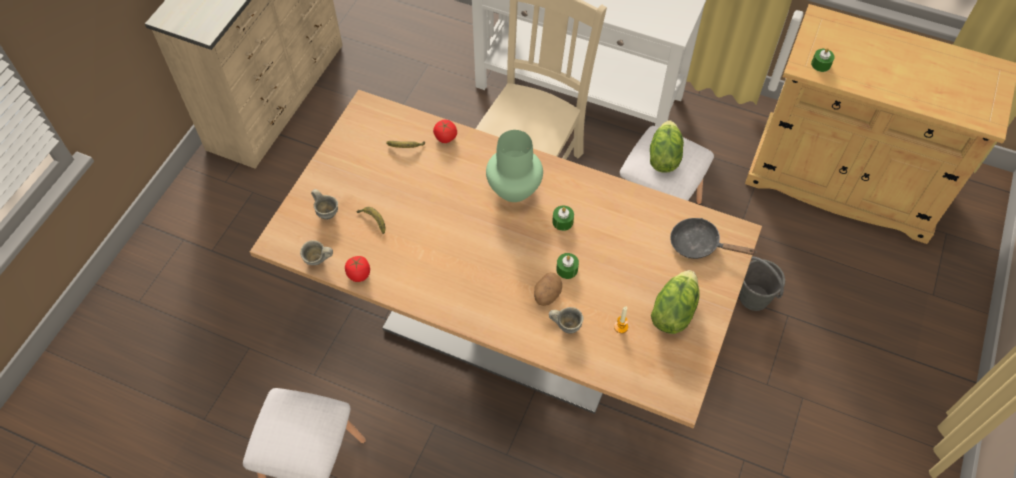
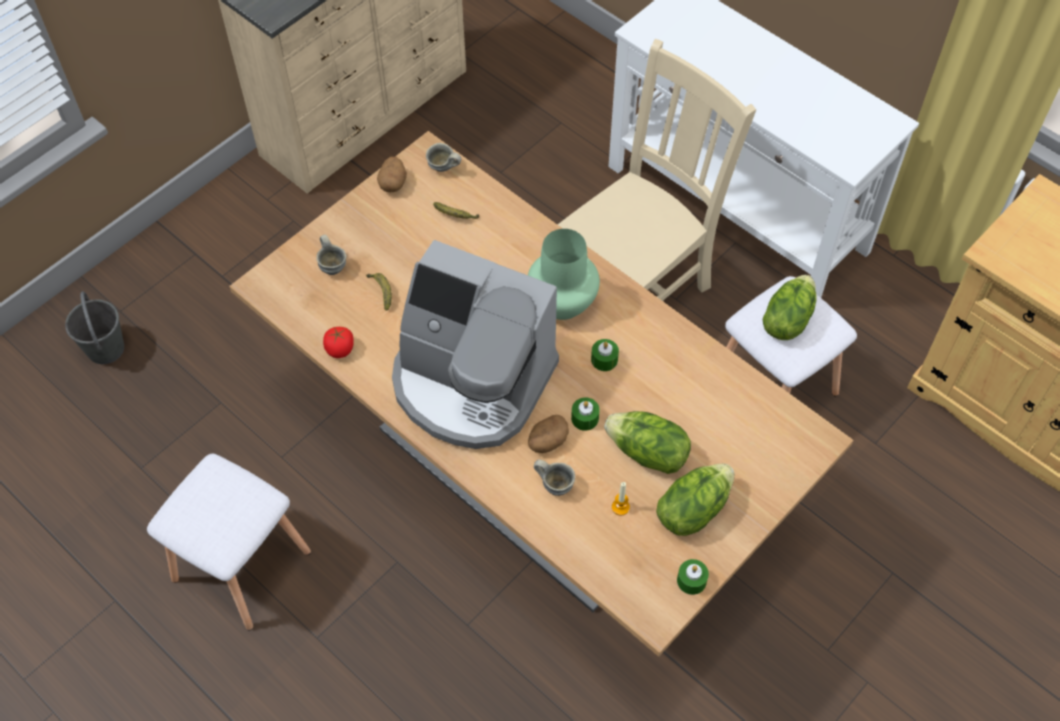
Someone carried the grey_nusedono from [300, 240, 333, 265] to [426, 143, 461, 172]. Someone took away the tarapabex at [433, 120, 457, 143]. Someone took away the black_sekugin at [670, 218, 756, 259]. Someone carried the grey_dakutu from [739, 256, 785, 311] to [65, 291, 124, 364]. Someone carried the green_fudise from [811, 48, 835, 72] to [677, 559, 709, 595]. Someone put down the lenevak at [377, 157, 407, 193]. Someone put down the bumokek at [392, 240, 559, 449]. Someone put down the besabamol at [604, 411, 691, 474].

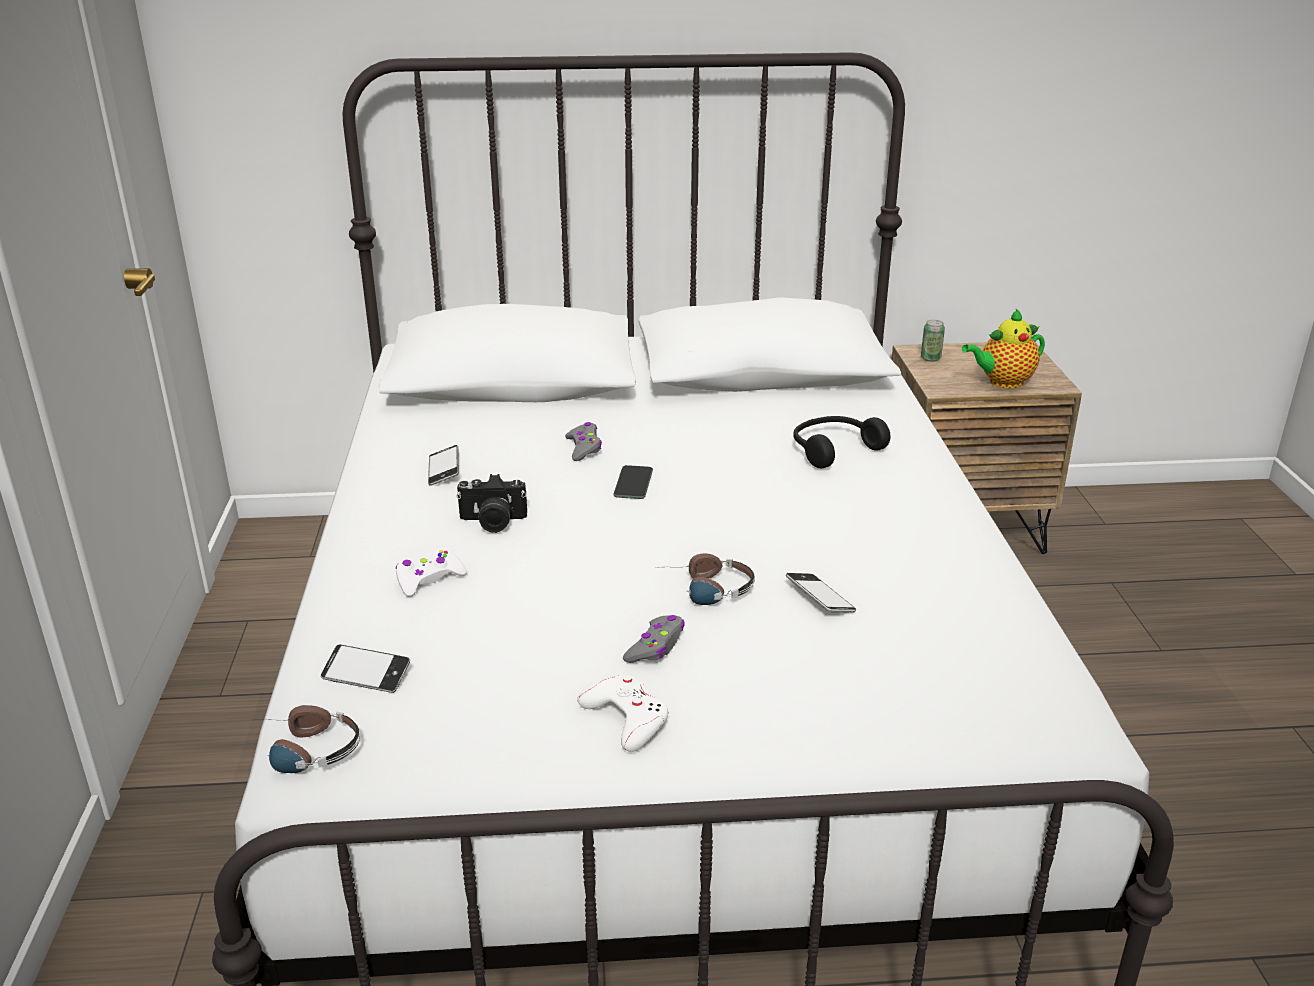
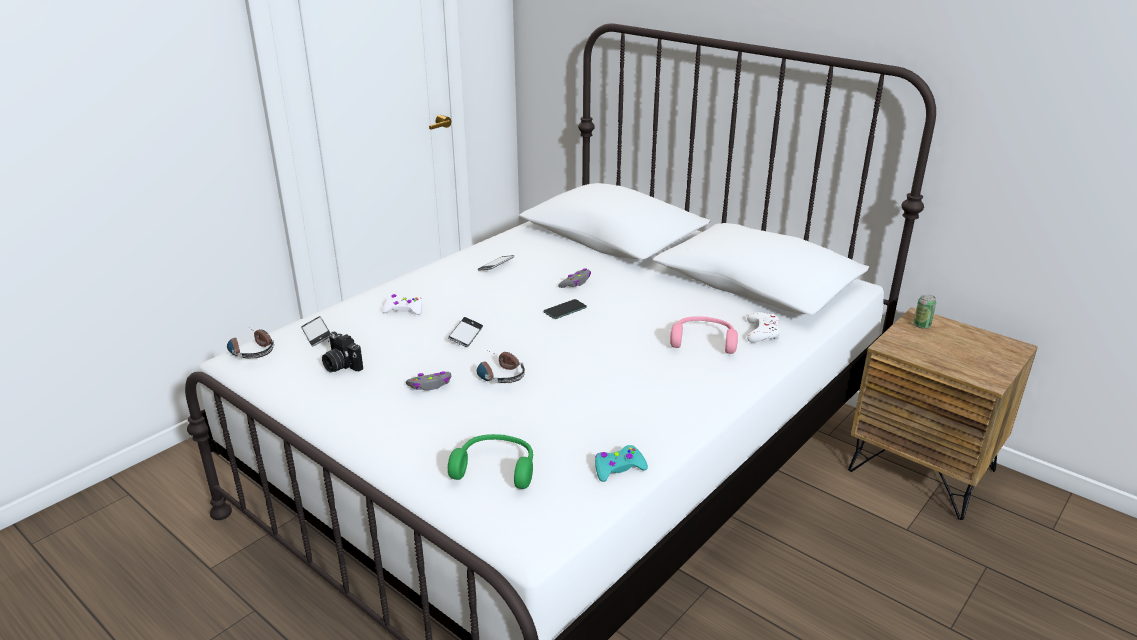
Someone carried the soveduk from [456, 474, 527, 533] to [322, 332, 363, 372]. Someone carried the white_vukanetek from [577, 675, 669, 752] to [747, 312, 780, 343]. Someone carried the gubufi from [786, 573, 856, 613] to [448, 317, 483, 347]. Someone repainted the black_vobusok at [793, 416, 891, 468], which became the pink_vobusok at [670, 317, 738, 354]. Someone took away the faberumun at [962, 309, 1045, 388]. Someone put down the green_vobusok at [448, 434, 533, 489]. Someone put down the turquoise_vukanetek at [595, 445, 648, 482].

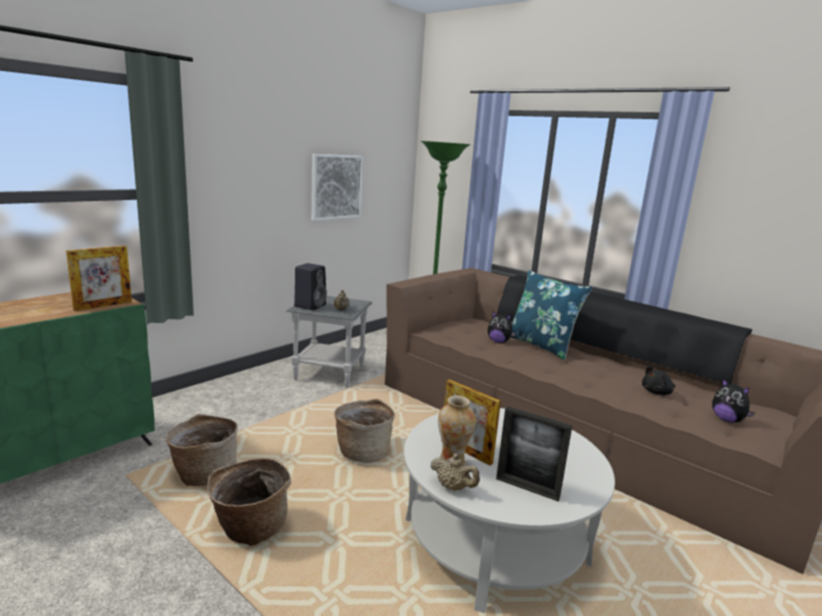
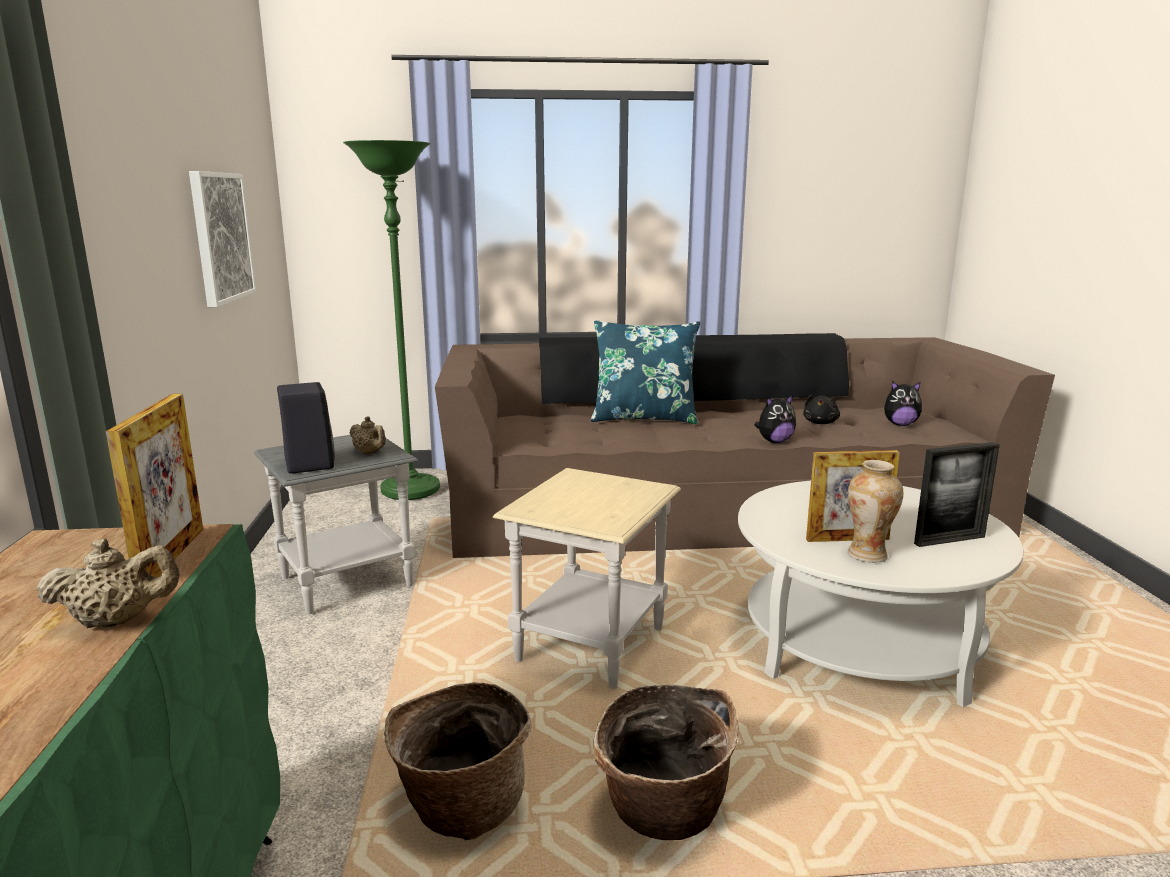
Someone swapped the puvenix at [334, 399, 395, 463] for the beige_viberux at [493, 468, 681, 689]. Someone carried the beige_faberumun from [430, 453, 480, 491] to [36, 538, 180, 628]. Someone carried the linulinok from [488, 311, 516, 343] to [755, 394, 796, 443].

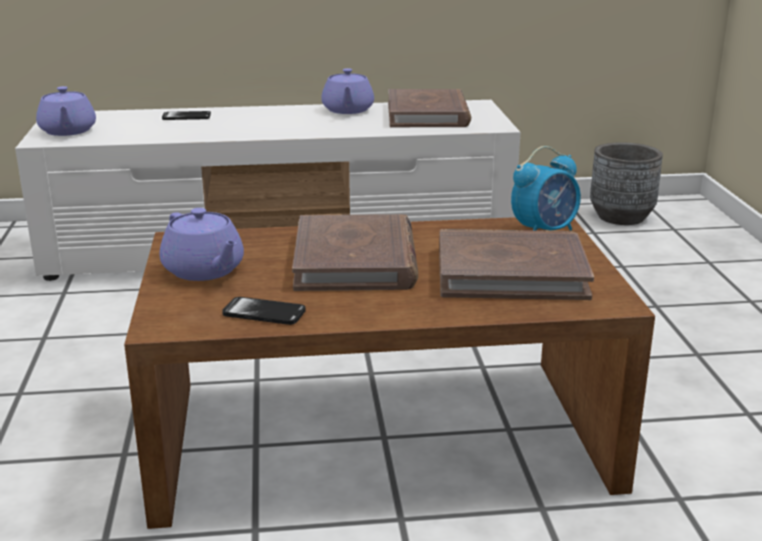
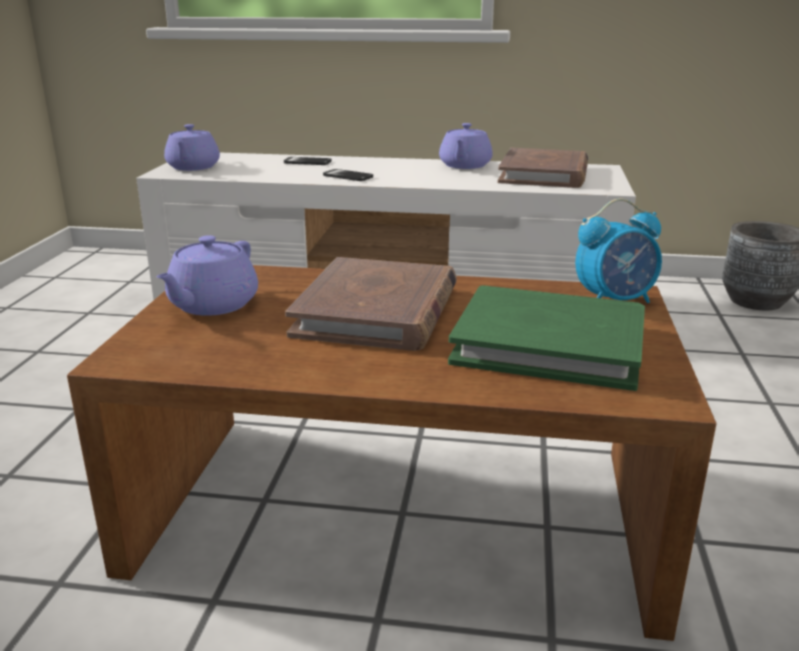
Someone rotated the purple_faberumun at [160, 208, 244, 281] by 45 degrees clockwise. Someone carried the gubufi from [222, 297, 306, 325] to [323, 169, 373, 181]. Someone repainted the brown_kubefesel at [439, 229, 594, 300], which became the green_kubefesel at [448, 285, 645, 391].

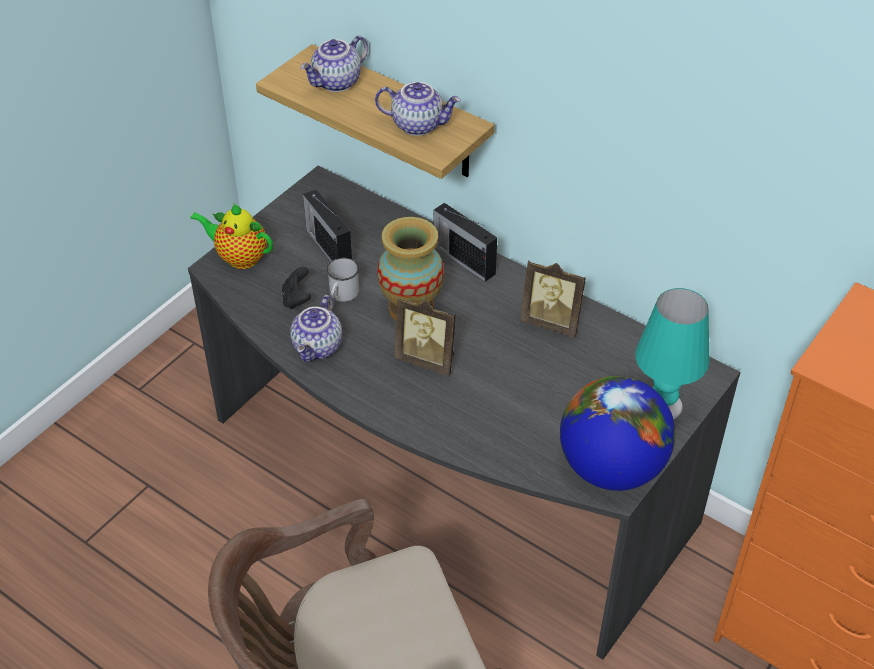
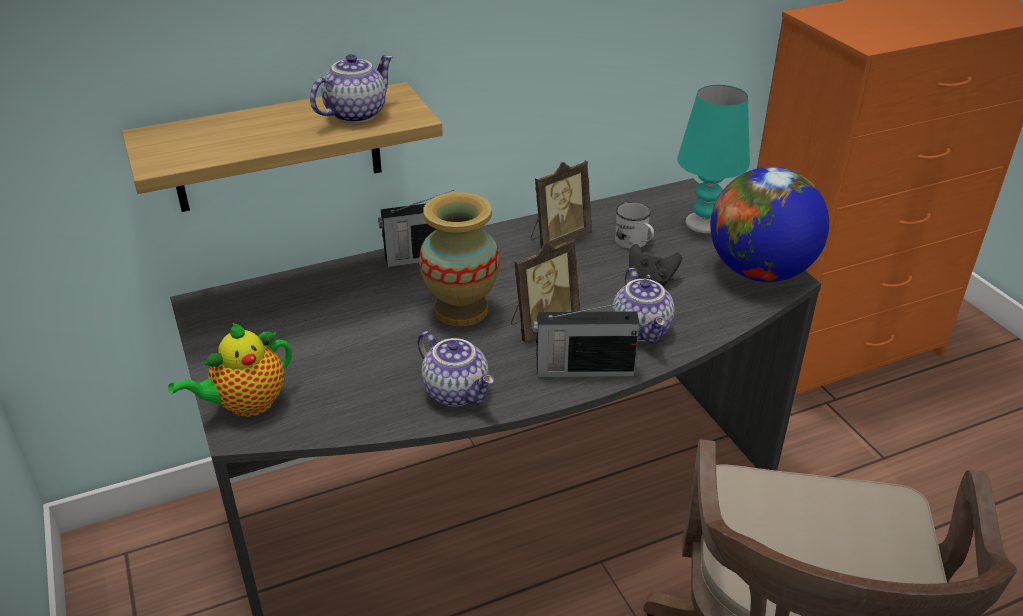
Someone carried the black_vukanetek from [282, 267, 311, 309] to [629, 244, 682, 286]. Someone carried the faberumun from [300, 36, 368, 92] to [612, 268, 675, 343]. Someone carried the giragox from [303, 189, 352, 262] to [533, 302, 640, 377]. Someone carried the white_nusedono from [326, 258, 359, 302] to [615, 202, 654, 249].

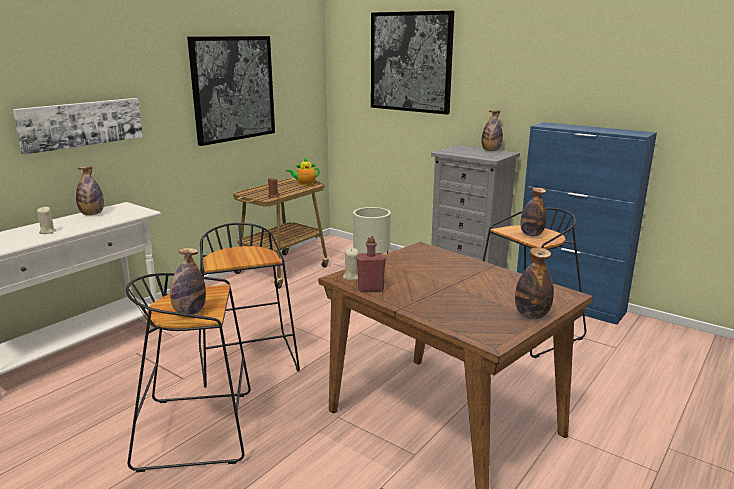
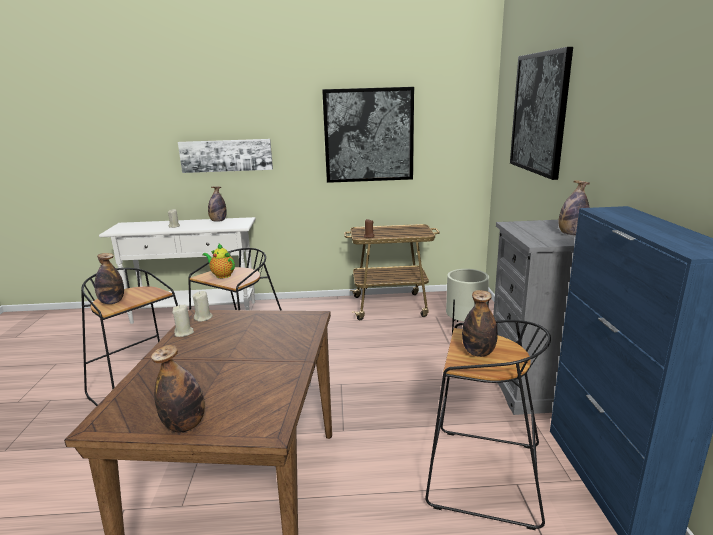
Someone carried the faberumun from [286, 157, 320, 186] to [202, 243, 235, 278]. Someone swapped the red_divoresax at [357, 237, 386, 292] for the beige_fudise at [172, 305, 194, 337].

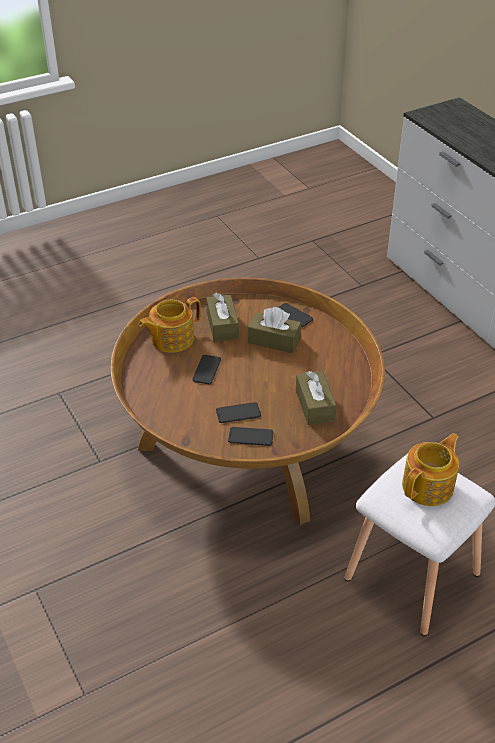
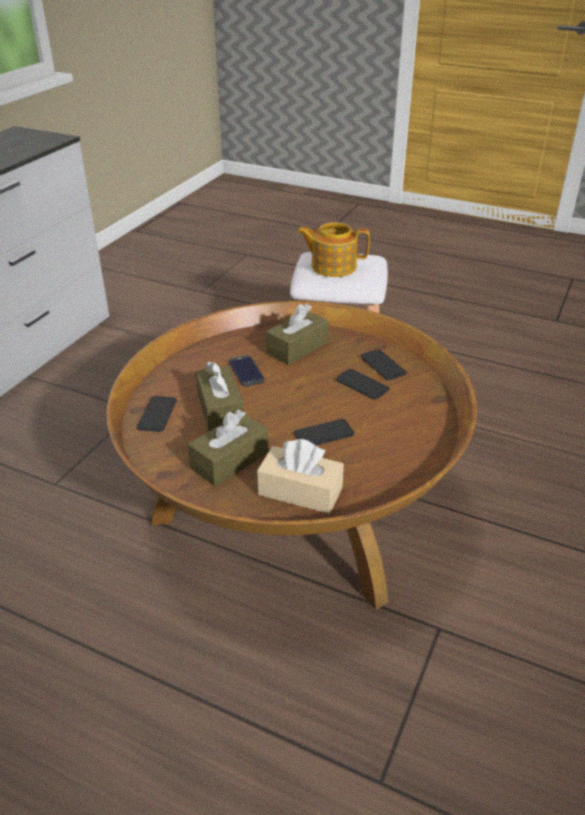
Someone swapped the faberumun at [139, 297, 201, 353] for the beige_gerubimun at [257, 439, 344, 514]. Someone put down the gubufi at [229, 355, 265, 387].

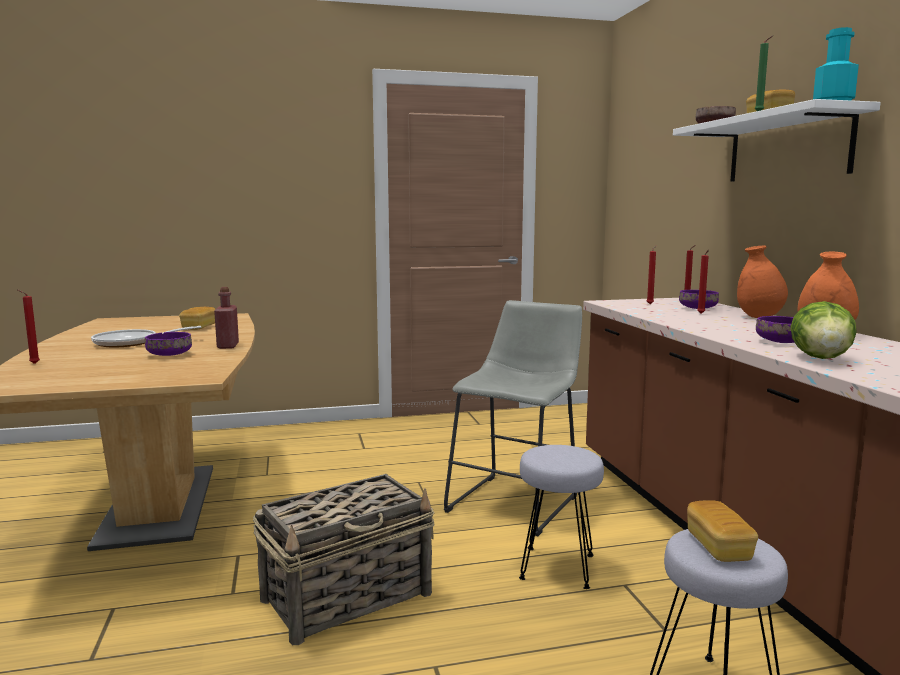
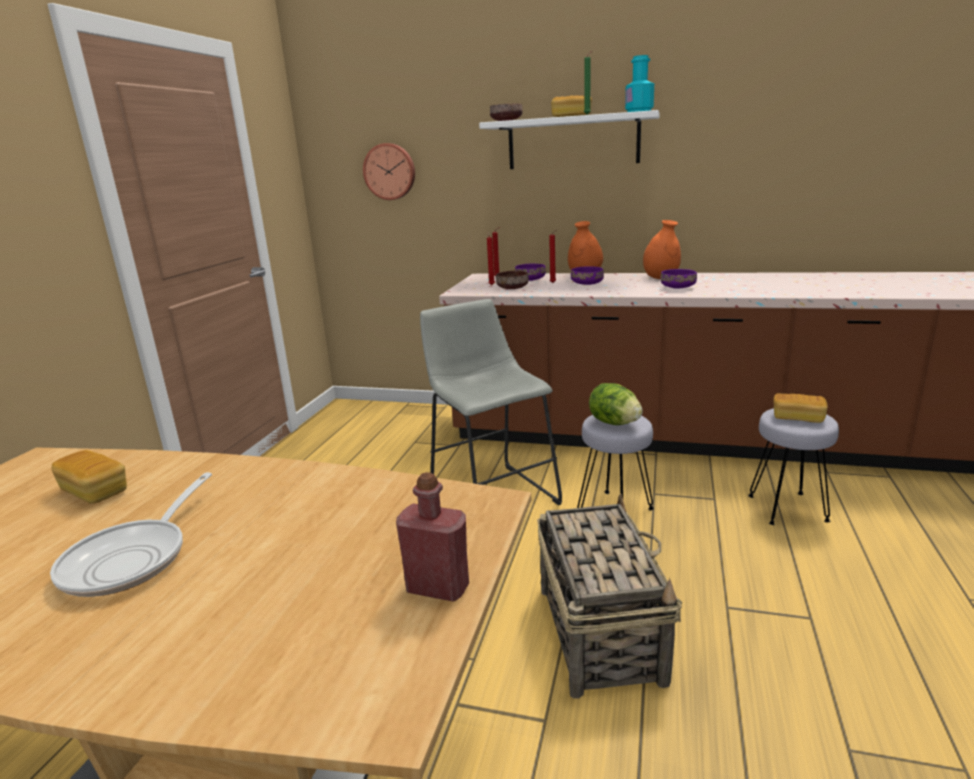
Someone took away the red_fudise at [17, 289, 40, 364]. Someone carried the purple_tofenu from [145, 332, 192, 356] to [571, 266, 604, 285]. Someone carried the red_divoresax from [214, 287, 239, 349] to [396, 472, 469, 602]. Someone carried the besabamol from [791, 301, 857, 359] to [589, 383, 643, 425]. Someone put up the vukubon at [363, 143, 415, 200]. Someone put down the brown_tofenu at [496, 271, 529, 289].

